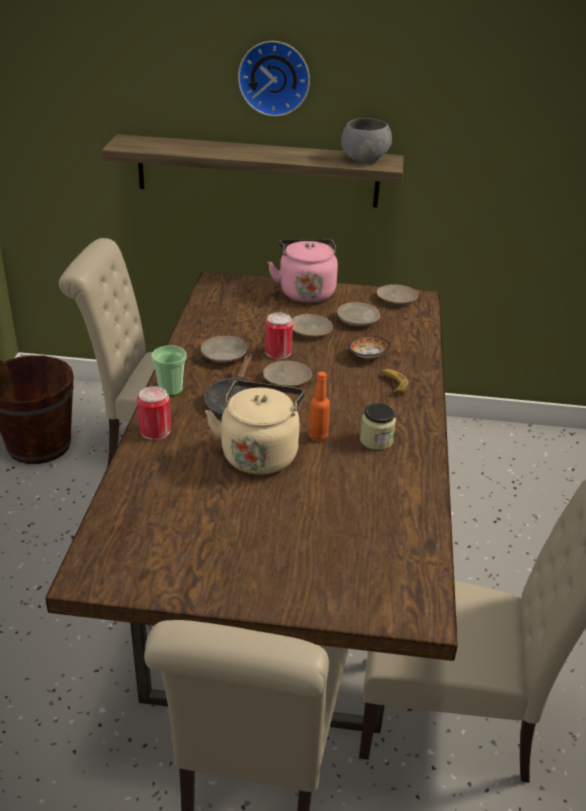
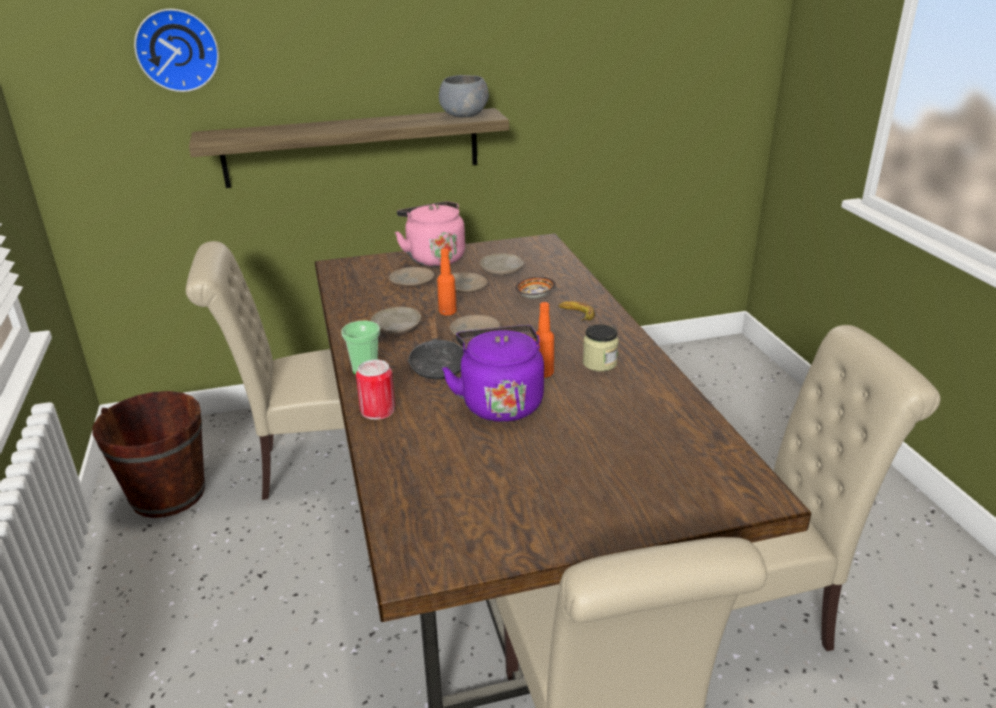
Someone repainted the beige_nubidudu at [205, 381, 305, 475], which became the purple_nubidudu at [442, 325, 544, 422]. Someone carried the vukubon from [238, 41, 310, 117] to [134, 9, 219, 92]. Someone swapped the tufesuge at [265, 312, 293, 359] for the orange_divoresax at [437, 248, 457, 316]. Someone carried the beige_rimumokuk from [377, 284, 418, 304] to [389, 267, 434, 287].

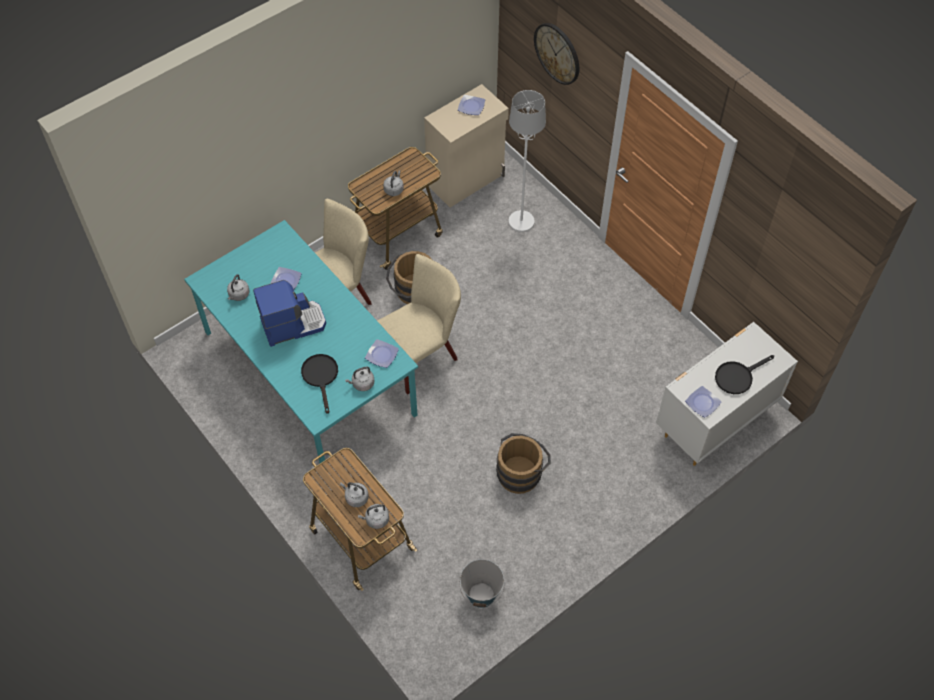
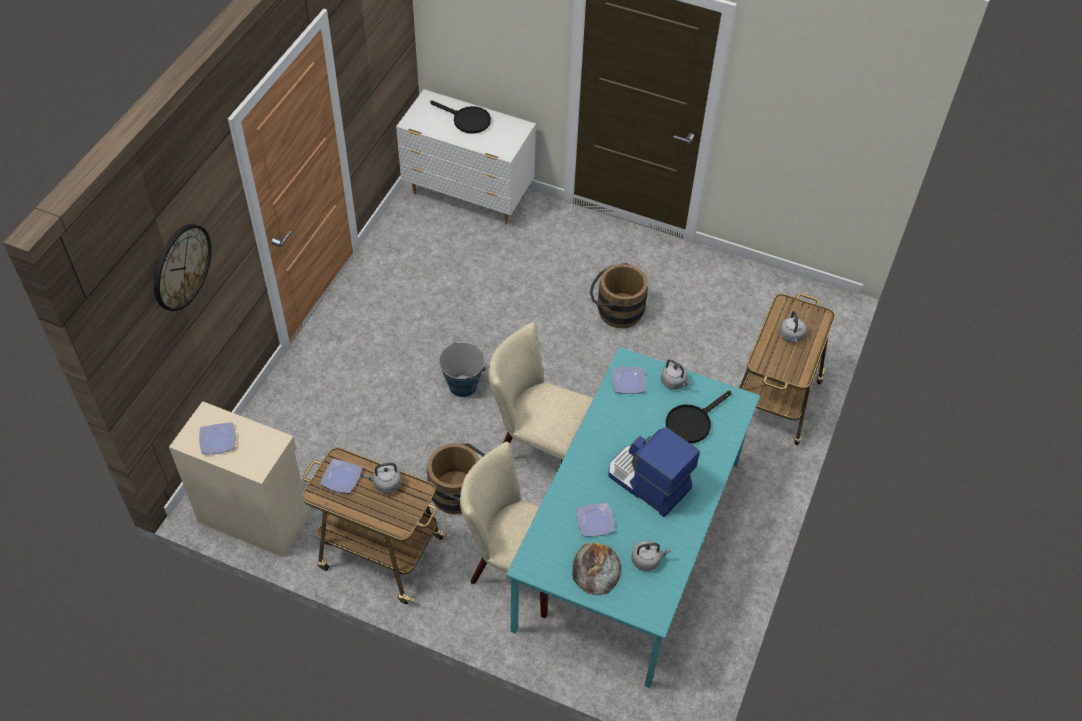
Someone took away the grey_nubidudu at [358, 504, 389, 529]. Someone carried the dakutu from [459, 559, 505, 608] to [439, 342, 485, 397]. Someone took away the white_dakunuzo at [509, 90, 546, 232]. Someone carried the rimumokuk from [685, 386, 722, 417] to [320, 459, 362, 493]. Someone put down the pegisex at [572, 542, 621, 596].

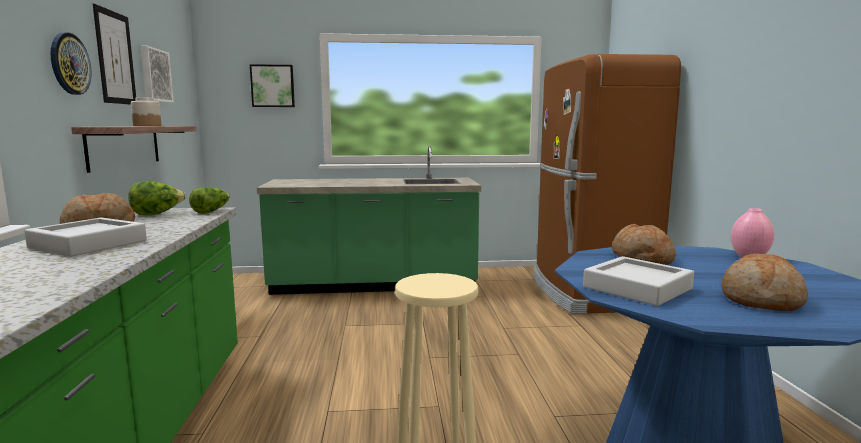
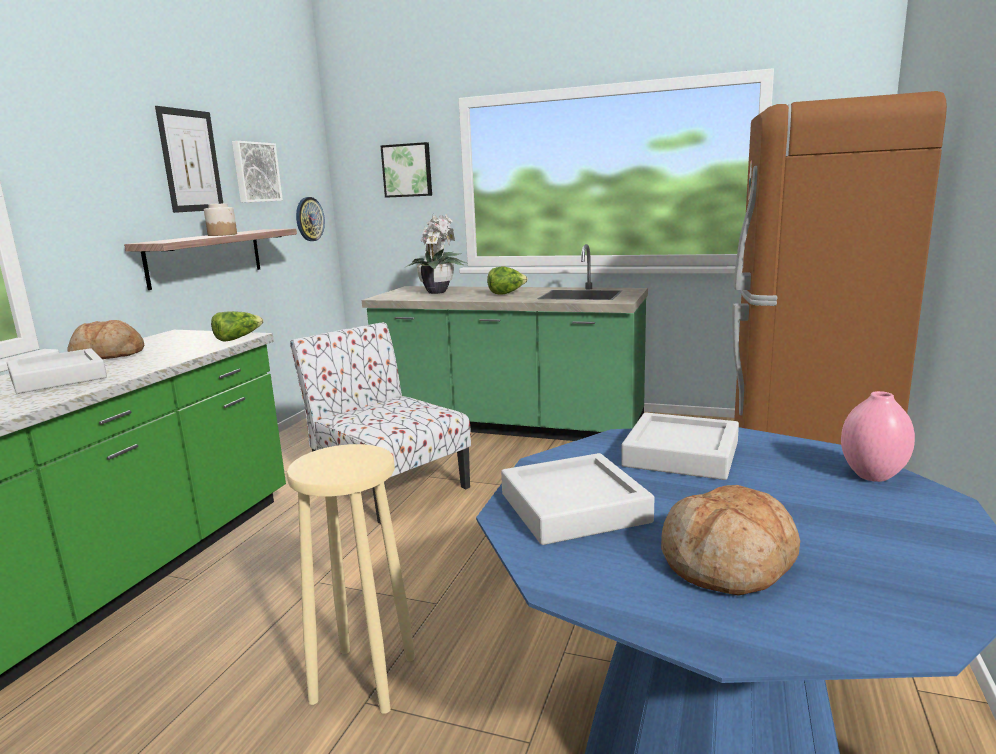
Someone carried the vukubon from [51, 32, 92, 95] to [296, 197, 325, 241]. Someone carried the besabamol from [128, 181, 186, 216] to [487, 266, 528, 294]. Someone swapped the pegisex at [612, 224, 676, 265] for the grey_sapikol at [621, 412, 739, 480]. Someone put down the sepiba at [290, 322, 471, 524]. Someone put down the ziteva at [406, 214, 466, 294].

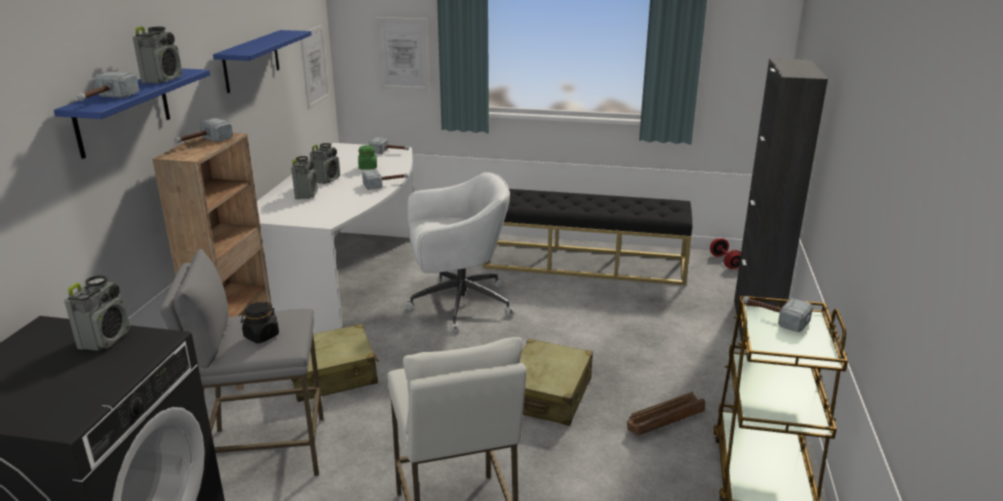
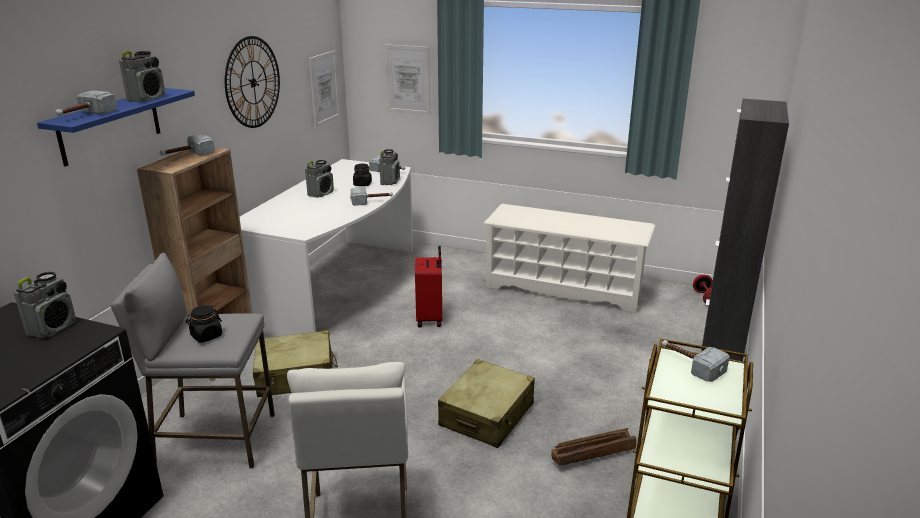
Someone swapped the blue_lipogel at [213, 30, 311, 93] for the vukubon at [225, 36, 280, 128]. Someone carried the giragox from [291, 156, 318, 199] to [379, 149, 400, 185]. Someone repainted the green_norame at [358, 145, 377, 170], which became the black_norame at [353, 164, 372, 186]. Someone swapped the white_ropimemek at [405, 172, 514, 332] for the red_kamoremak at [415, 246, 442, 327]. Someone swapped the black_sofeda at [483, 189, 693, 285] for the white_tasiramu at [484, 204, 655, 313].

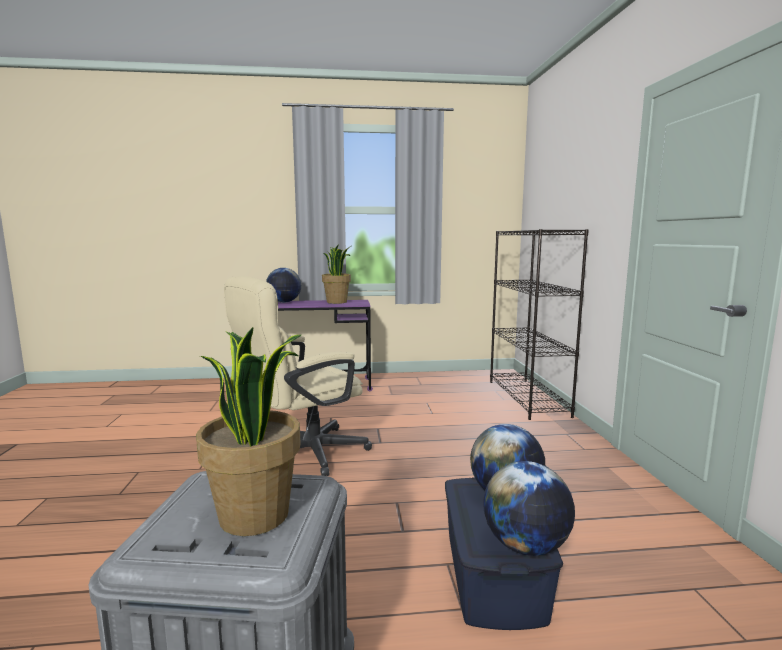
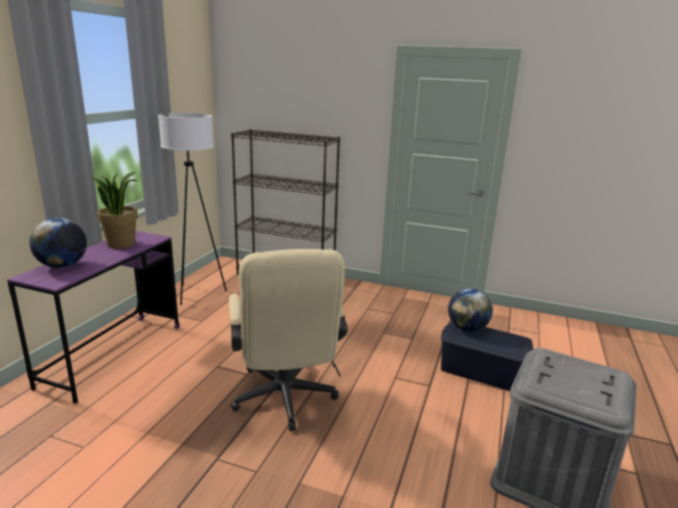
Someone took away the ziteva at [196, 327, 301, 536]. Someone took away the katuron at [483, 461, 575, 556]. Someone put down the white_dakunuzo at [158, 113, 227, 305].

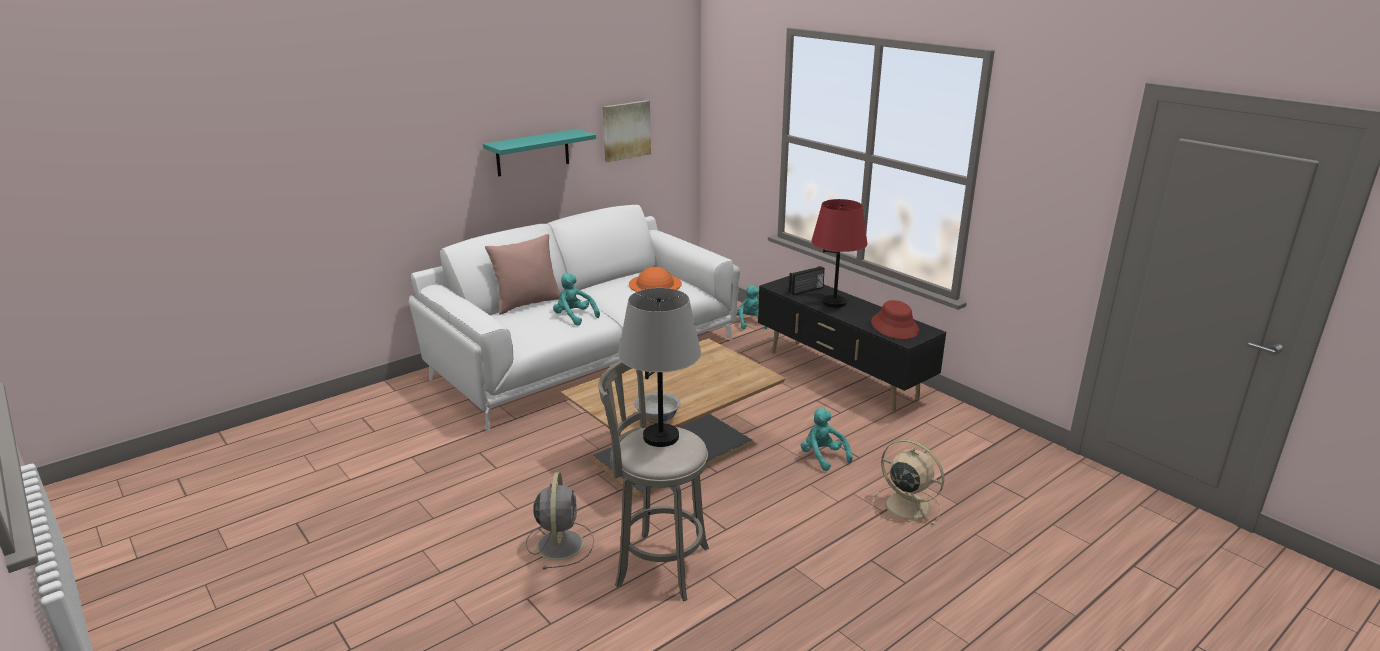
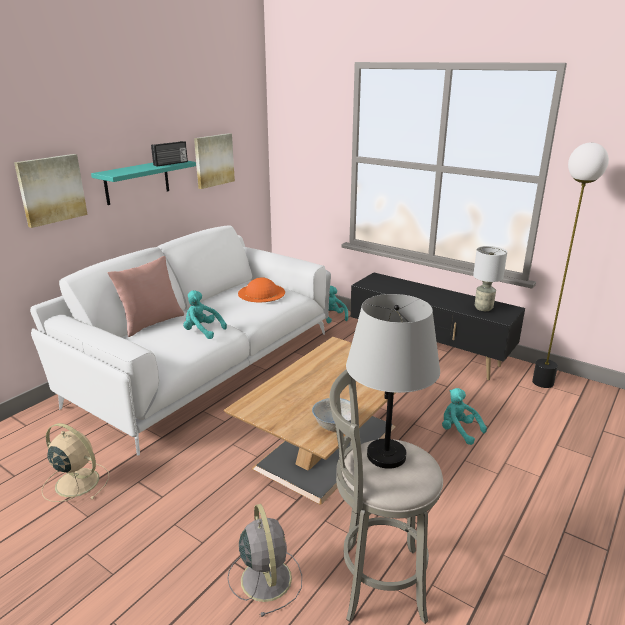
Someone carried the giragox from [789, 266, 825, 295] to [151, 141, 188, 166]. Someone took away the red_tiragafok at [811, 199, 867, 308]. Someone swapped the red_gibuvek at [871, 300, 919, 339] for the grey_tiragafok at [473, 246, 507, 311]. Someone carried the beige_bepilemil from [872, 440, 944, 525] to [42, 423, 109, 502]. Someone put up the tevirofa at [14, 154, 88, 228]. Someone put down the dakunuzo at [532, 142, 609, 388].

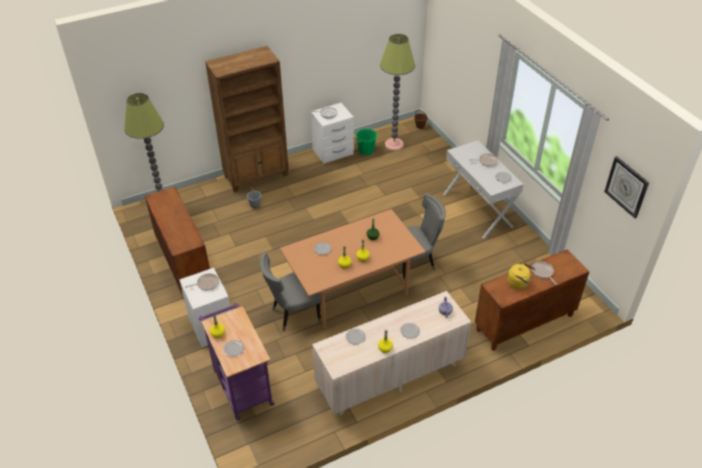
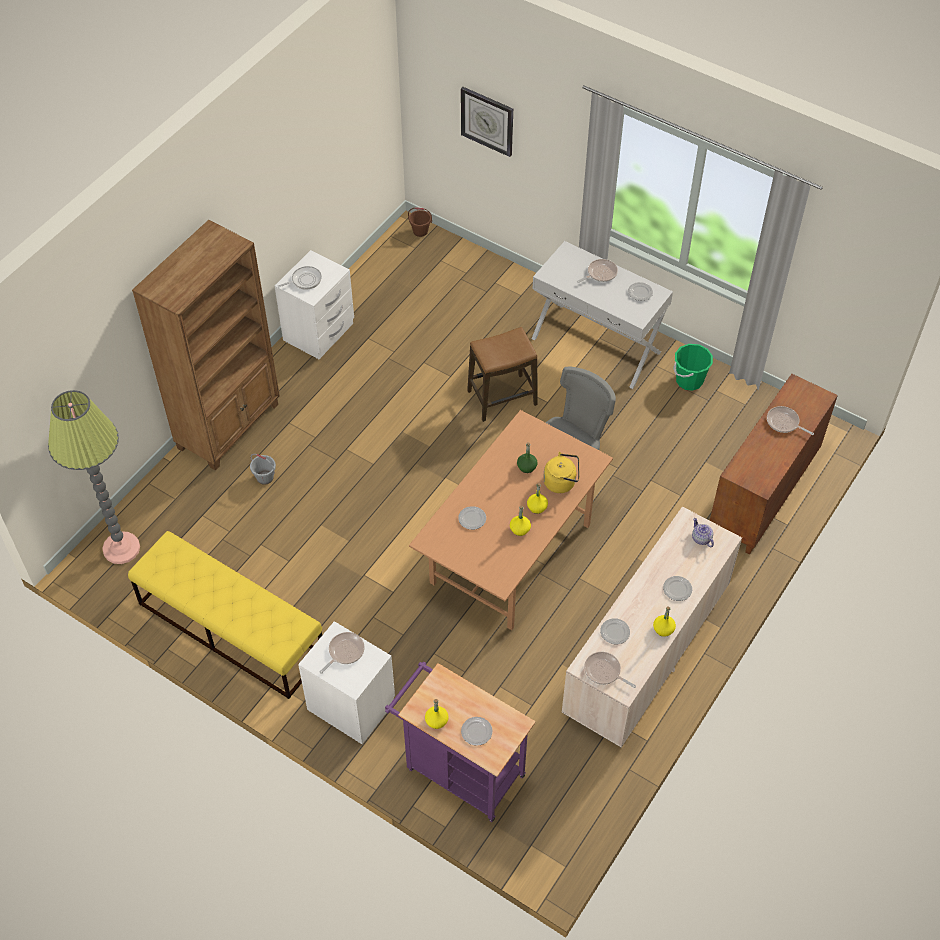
Someone swapped the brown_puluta at [145, 187, 210, 294] for the yellow_sofeda at [128, 531, 322, 699]. Someone took away the grey_sepiba at [260, 253, 321, 331]. Someone carried the green_dakutu from [356, 129, 377, 155] to [673, 344, 713, 391]. Someone took away the dakunuzo at [380, 34, 415, 151]. Someone carried the yellow_nubidudu from [507, 263, 535, 289] to [543, 452, 579, 493]. Someone carried the vukubon from [604, 156, 649, 218] to [461, 87, 513, 157]. Someone put down the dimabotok at [467, 327, 538, 422]. Someone put down the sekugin at [584, 652, 636, 688].

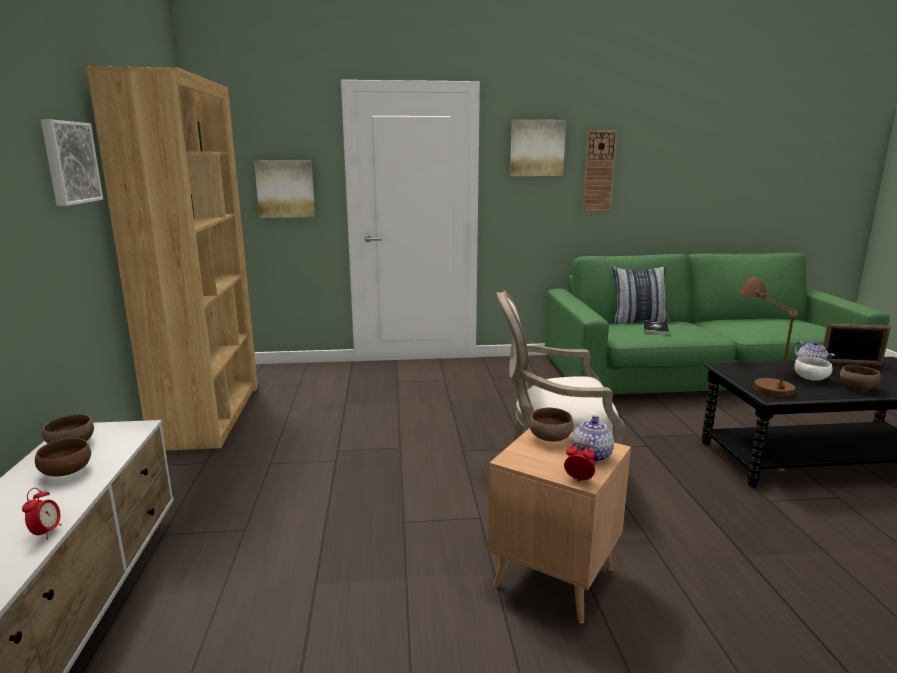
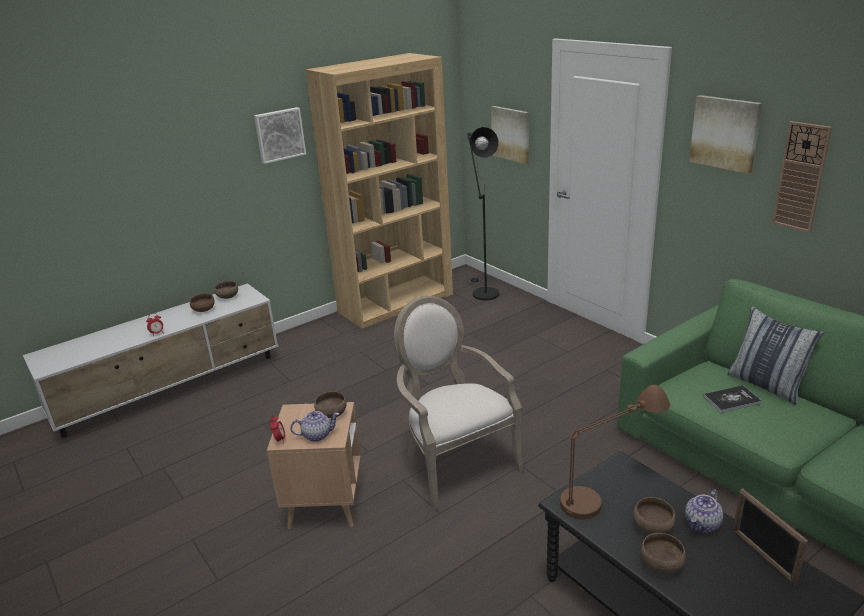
Someone repainted the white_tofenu at [794, 357, 832, 381], which became the brown_tofenu at [633, 497, 675, 534]. Someone put down the black_dakunuzo at [467, 127, 499, 301].

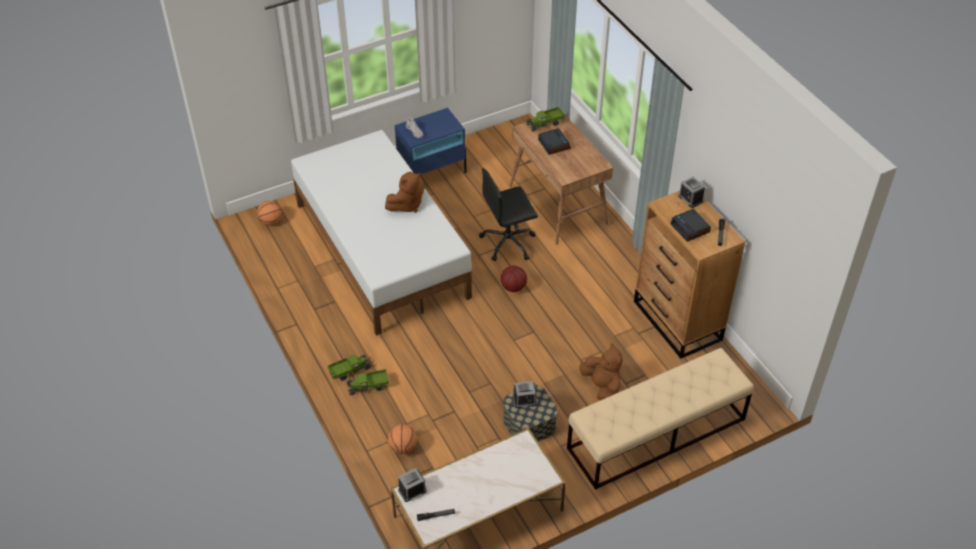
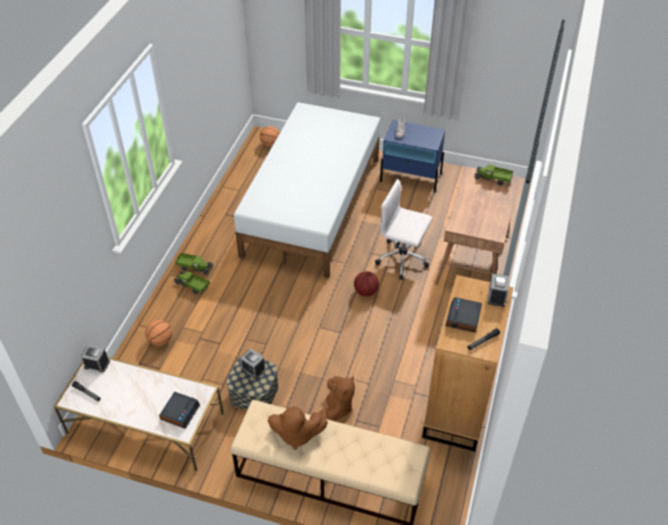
Someone carried the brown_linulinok from [385, 172, 425, 213] to [267, 406, 328, 450]. Someone repainted the black_ropimemek at [479, 168, 538, 261], which became the white_ropimemek at [375, 179, 433, 280]. Someone carried the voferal from [538, 128, 571, 155] to [159, 392, 200, 429].

